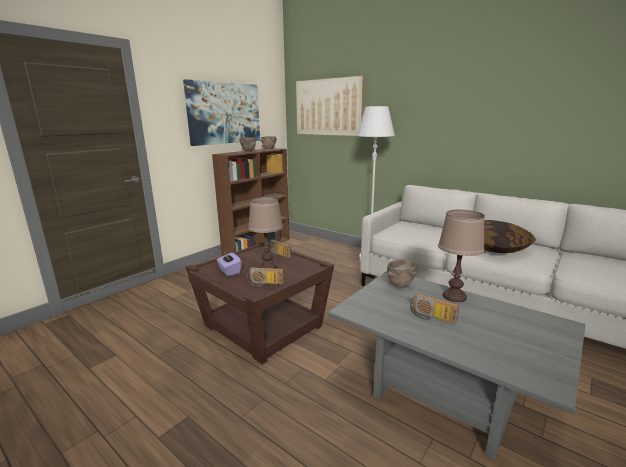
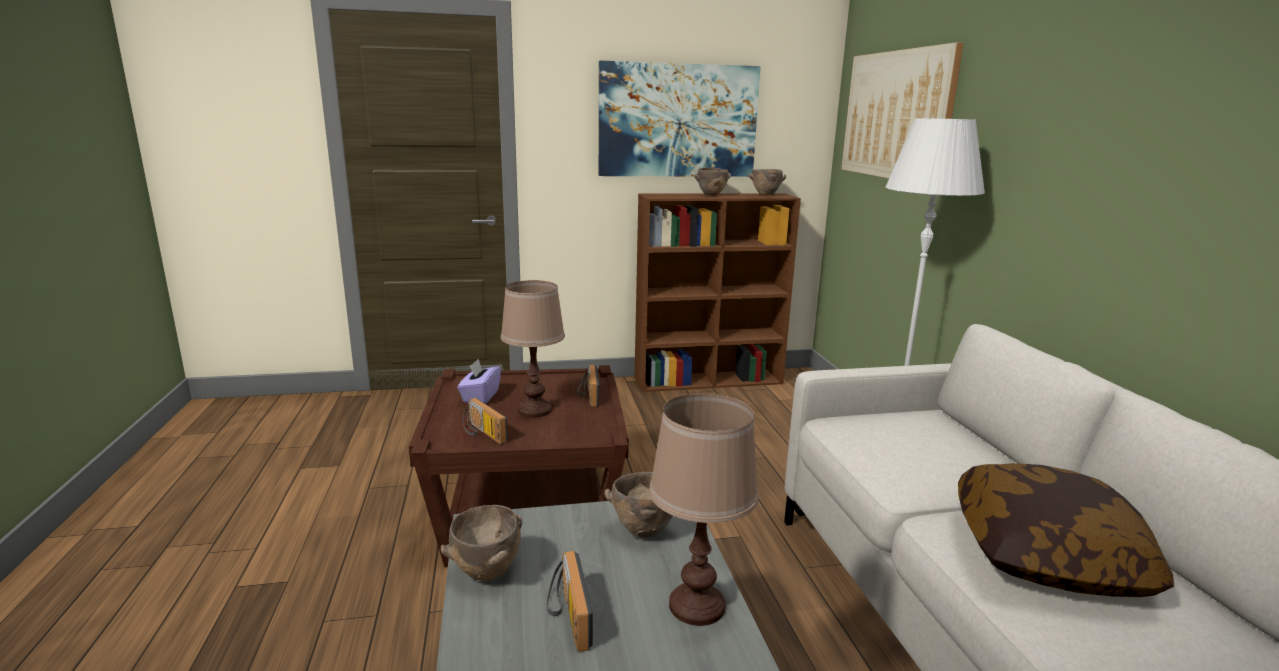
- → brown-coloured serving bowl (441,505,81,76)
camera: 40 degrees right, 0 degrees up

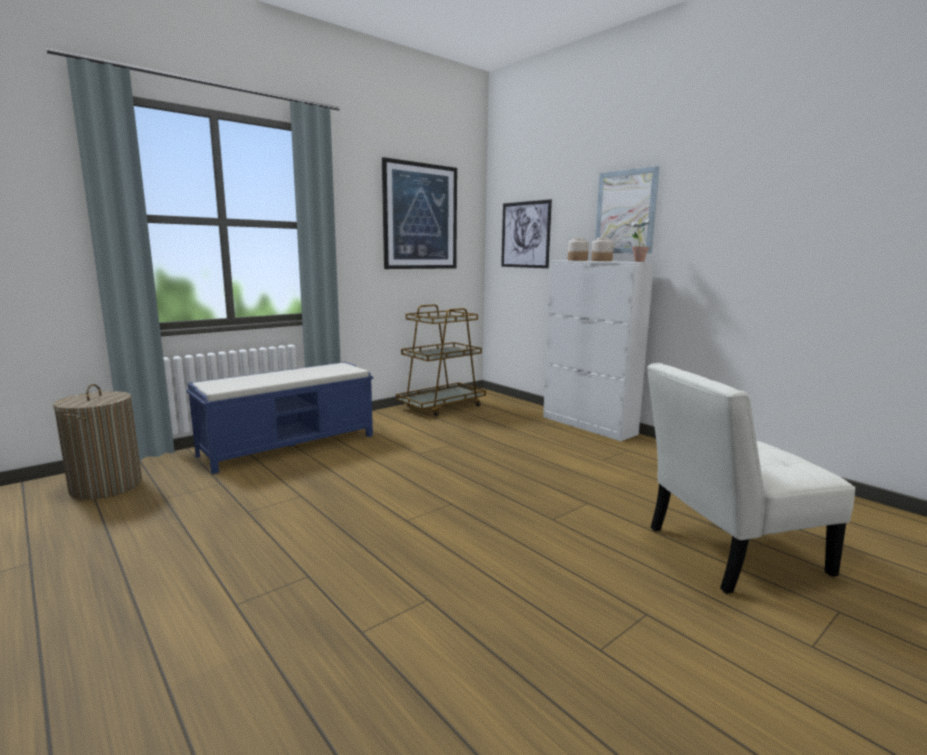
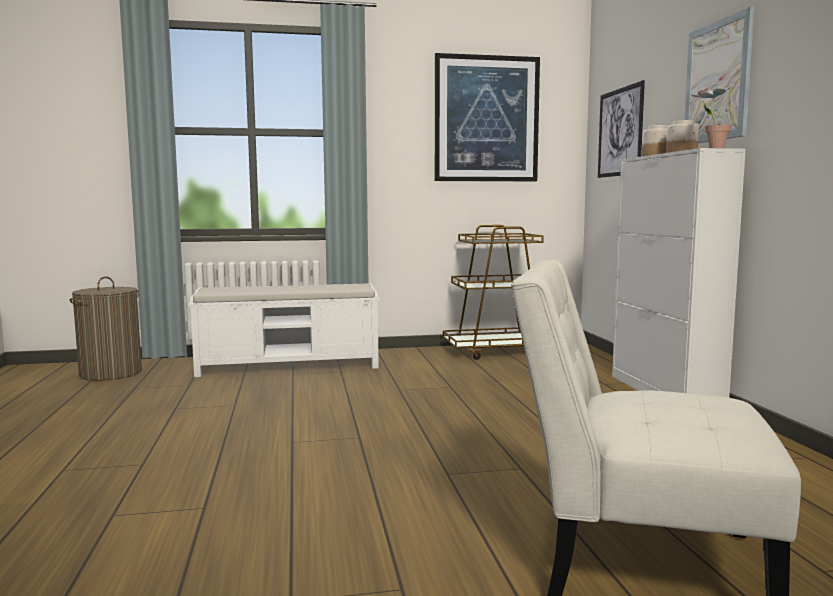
blue long seat (186,362,187,112) → white long seat (188,283,192,94)
camera: 30 degrees right, 5 degrees down

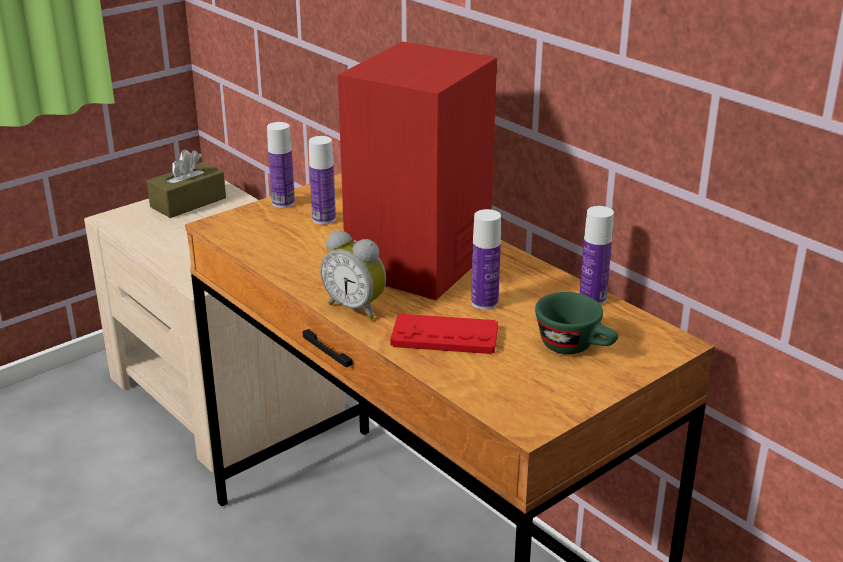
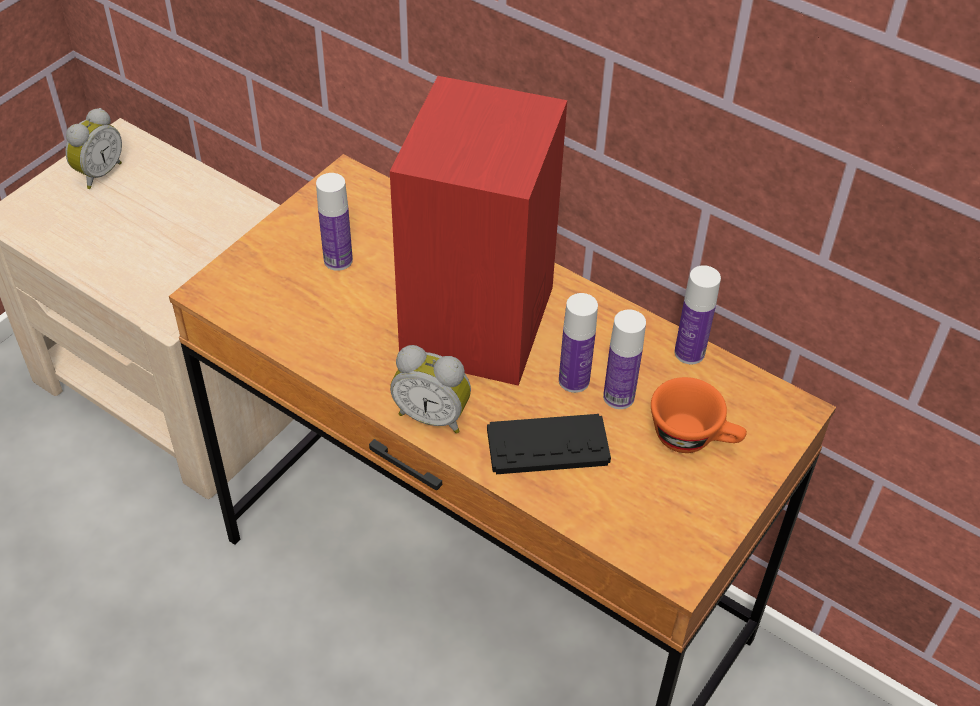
brown-coloured tissue holder (147,150,79,68) → bedside clock (65,108,57,81)
drink bottle (267,122,28,86) → drink bottle (603,309,43,100), relocated
red-coloured gamepad (390,314,108,40) → black gamepad (487,414,124,60)
greenish drinking cup (535,292,83,62) → orangey drinking cup (651,377,96,76)
camera: 15 degrees left, 20 degrees up

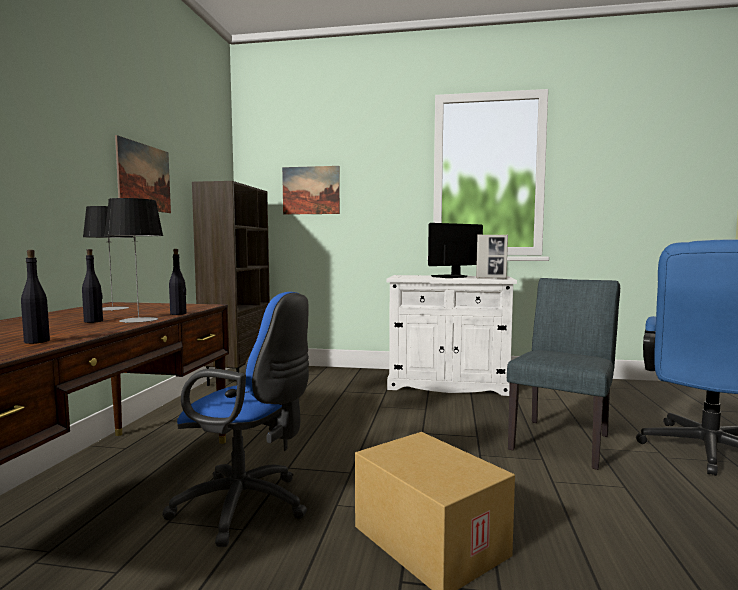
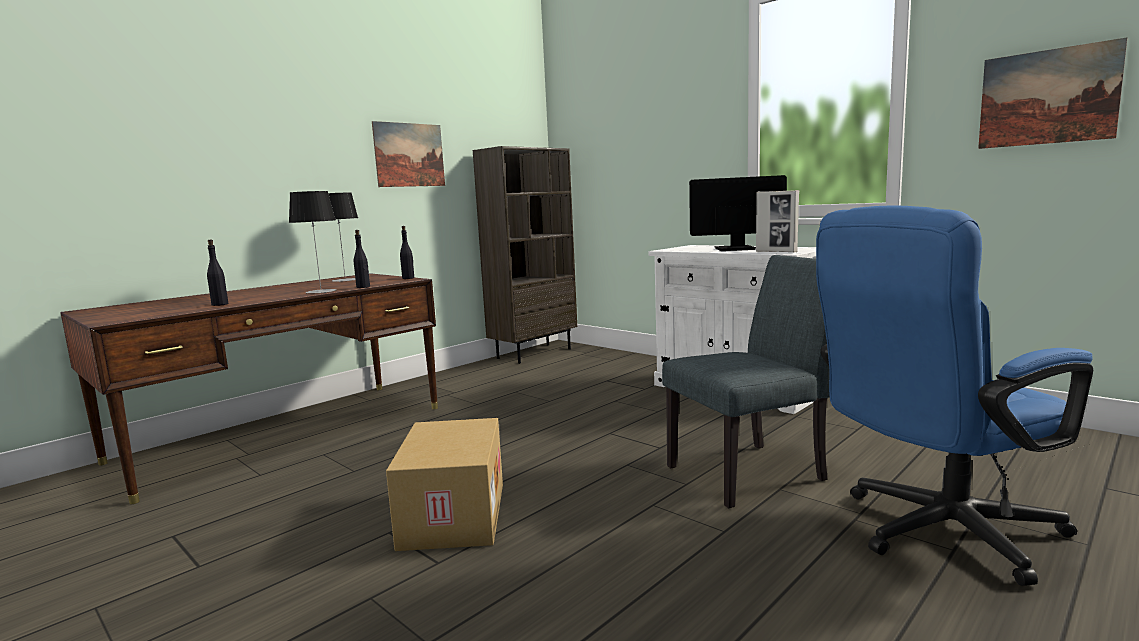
black drink bottle (82,249,21,74) → black drink bottle (400,226,14,53), relocated
blue office chair (162,292,147,255) → -
wall picture (282,166,58,49) → wall picture (978,37,149,112), relocated
camera: 35 degrees right, 5 degrees up

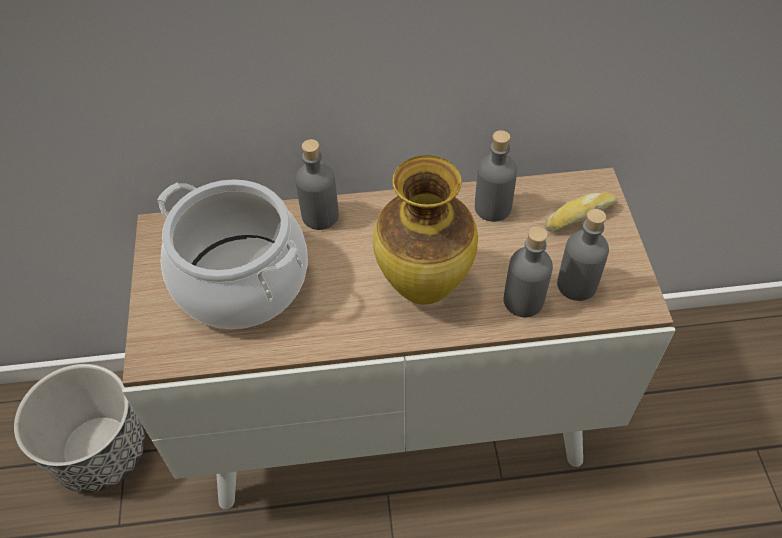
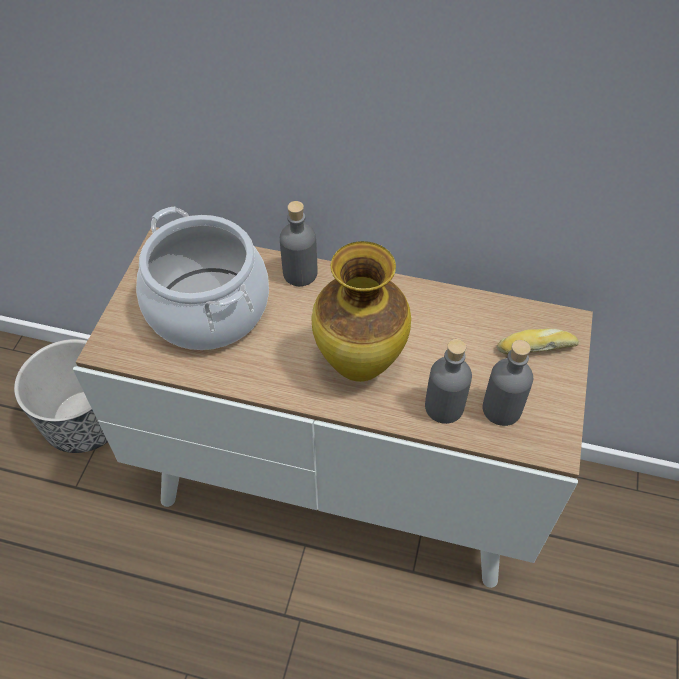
gray drink bottle (475,130,42,92) → -
camera: 20 degrees right, 0 degrees up

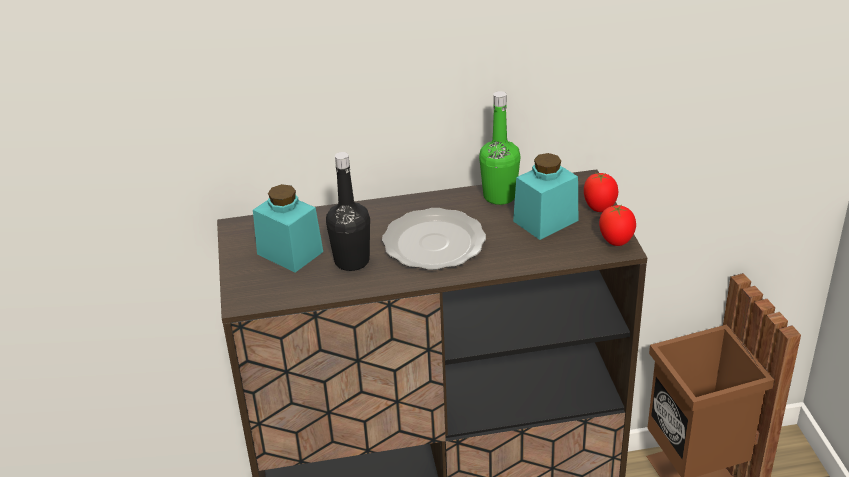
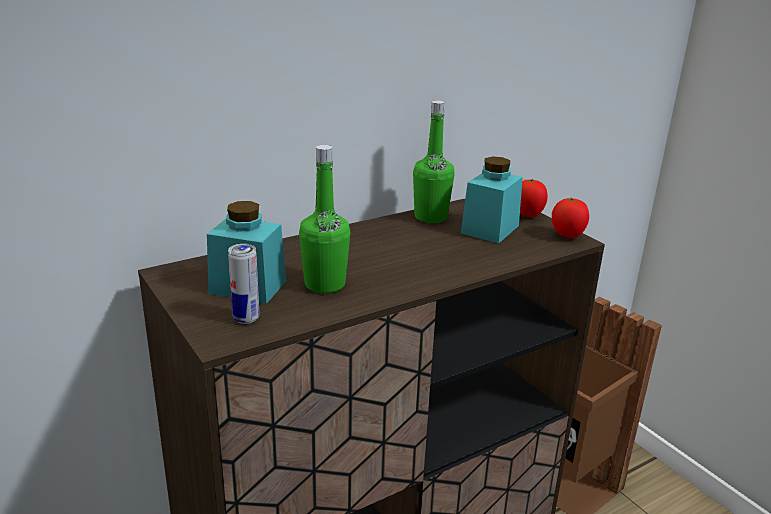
black drink bottle (326,152,44,119) → greenish drink bottle (299,145,51,148)
flat dish (382,208,104,62) → -
- → sealed can (228,244,31,80)
camera: 25 degrees left, 10 degrees down

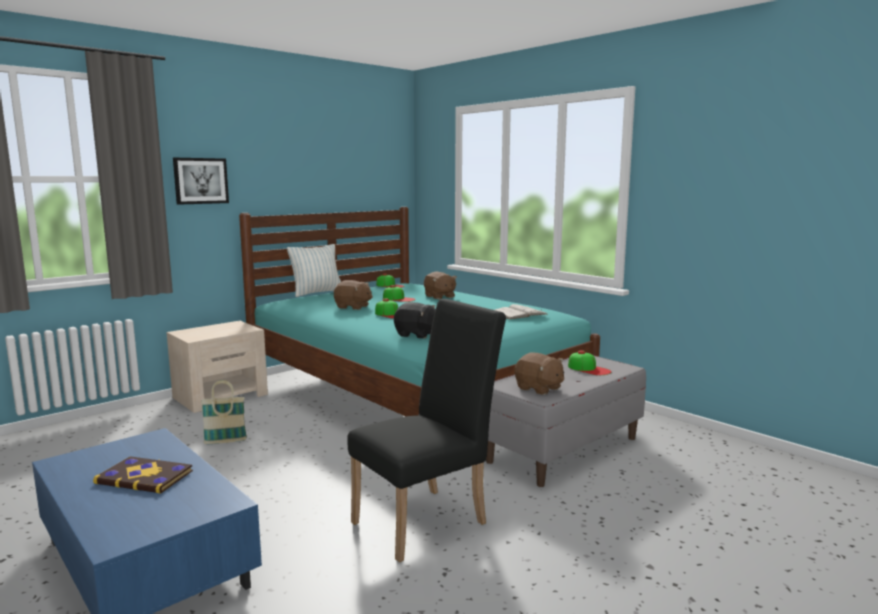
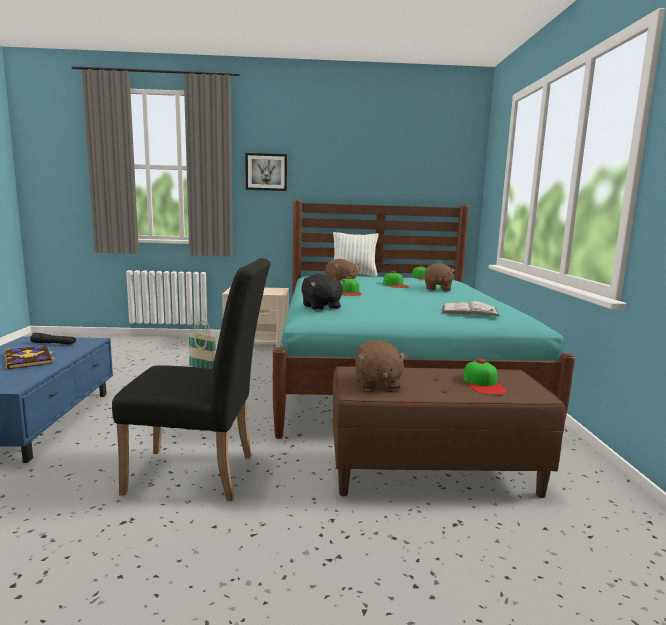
gray long seat (486,356,160,131) → brown-coloured long seat (333,366,233,132)
- → black flashlight (30,333,46,12)
camera: 40 degrees right, 0 degrees up

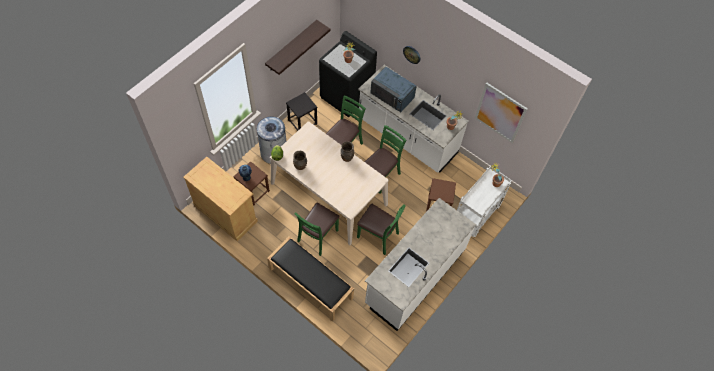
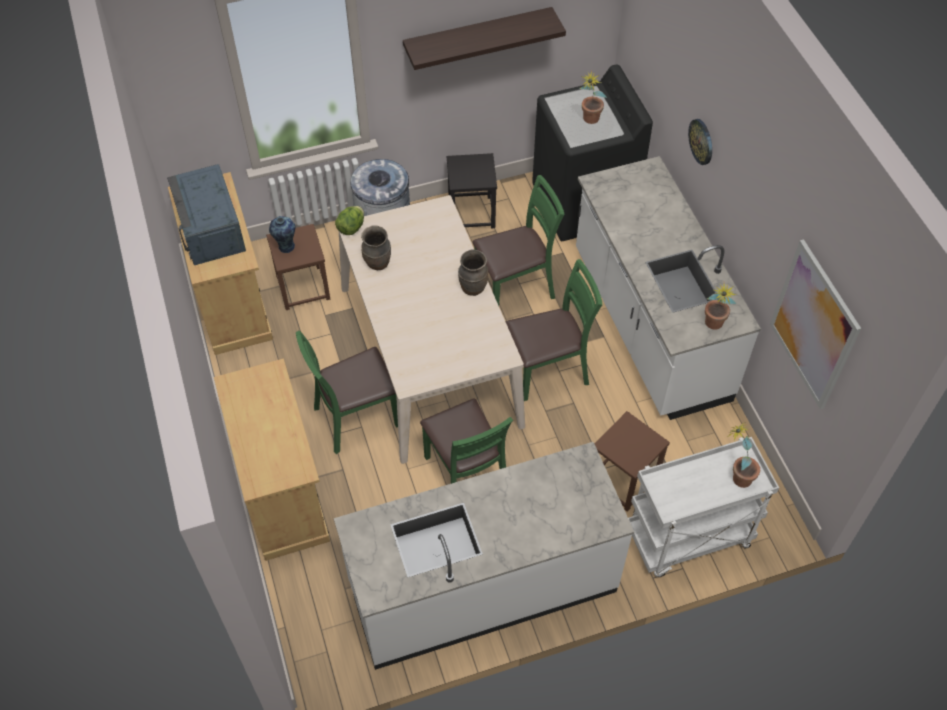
black long seat (267,236,87,86) → beige-coloured cabinet (214,358,116,203)
blue microwave (370,67,47,45) → blue microwave (167,164,79,101), relocated
camera: 35 degrees right, 5 degrees down

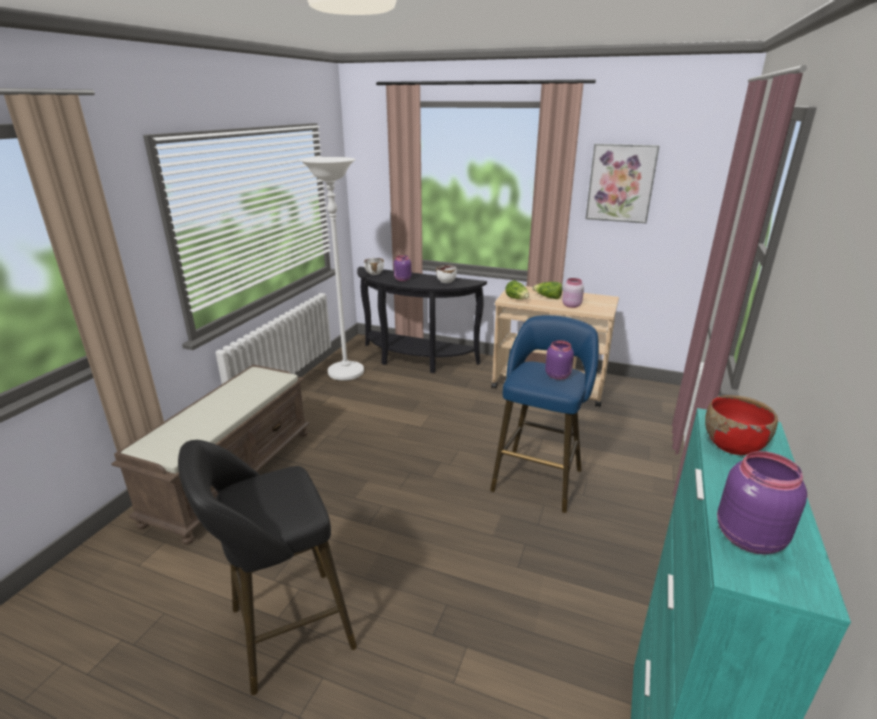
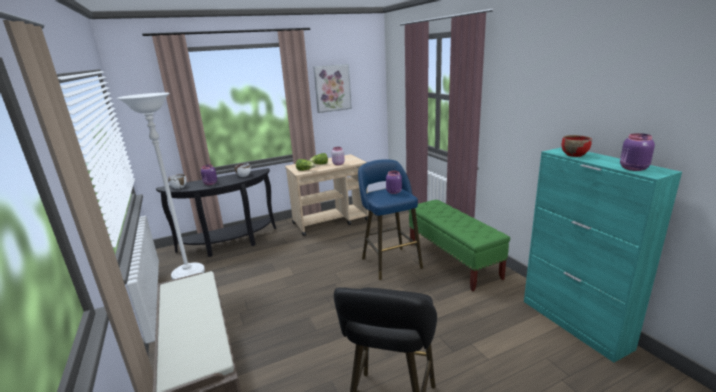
- → greenish long seat (409,200,101,91)
camera: 45 degrees left, 5 degrees down

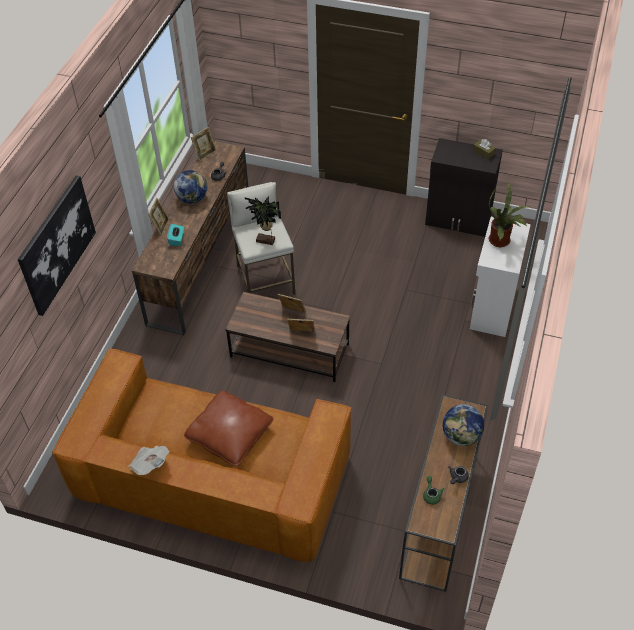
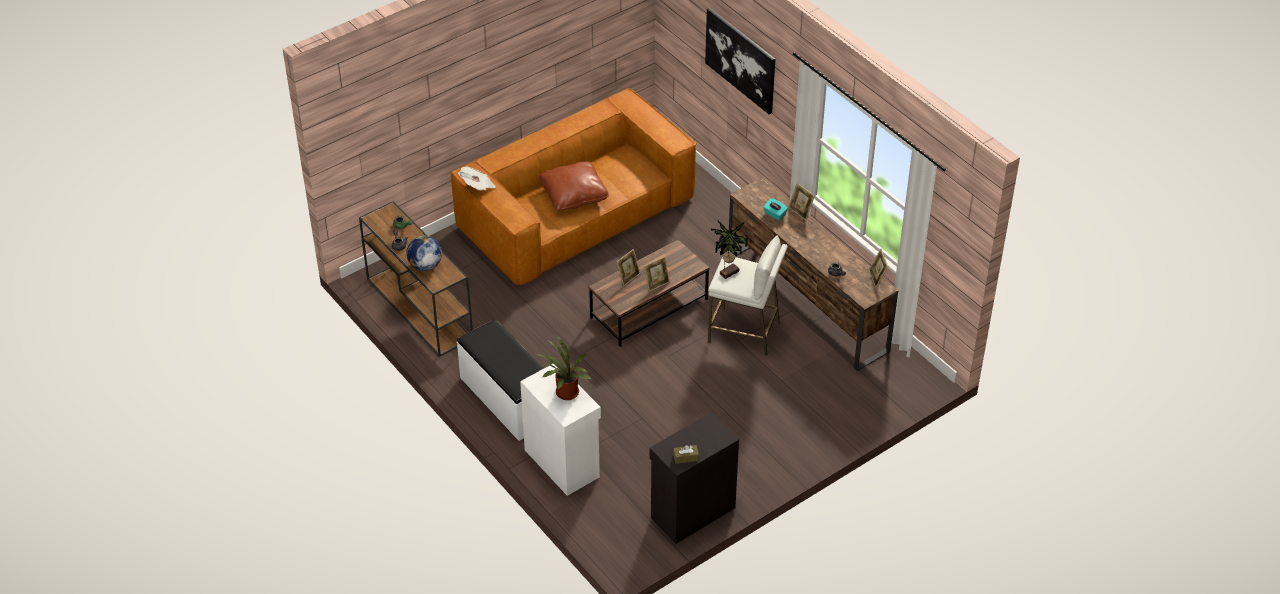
daily paper (129,446,40,29) → daily paper (458,166,38,24), relocated
globe (174,170,34,33) → -
- → white long seat (457,319,87,122)
camera: 125 degrees right, 5 degrees down

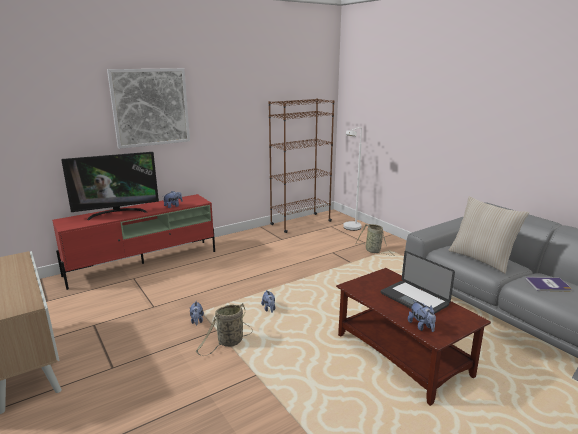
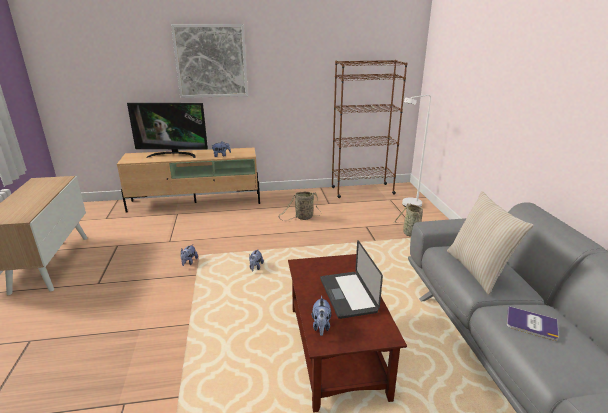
red-coloured tv unit (52,194,163,96) → beige-coloured tv unit (117,148,143,65)
storage basket (196,303,57,53) → storage basket (278,192,44,29), relocated
camera: 25 degrees right, 5 degrees up

